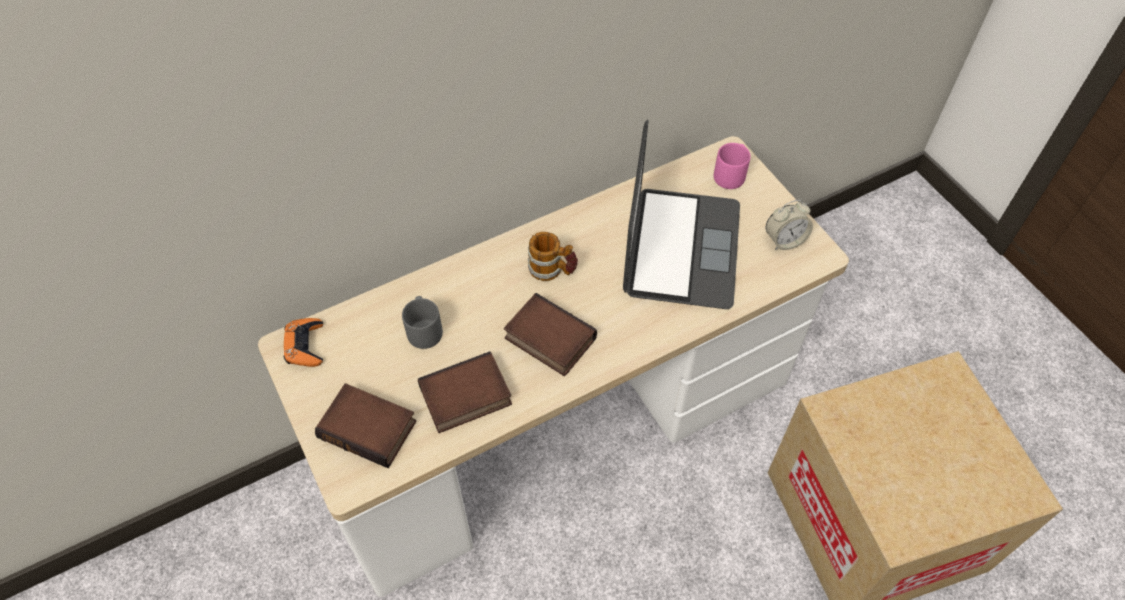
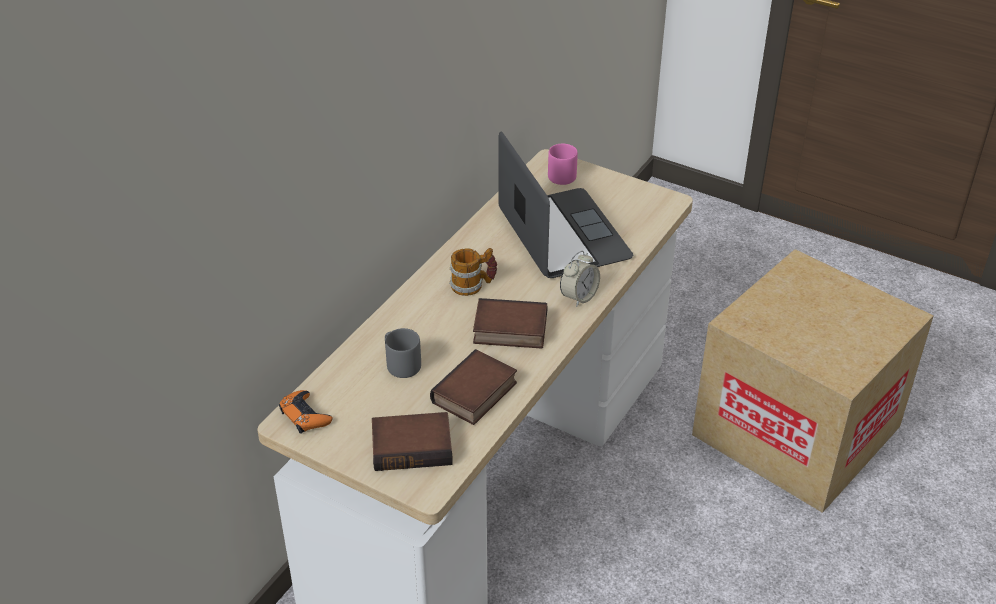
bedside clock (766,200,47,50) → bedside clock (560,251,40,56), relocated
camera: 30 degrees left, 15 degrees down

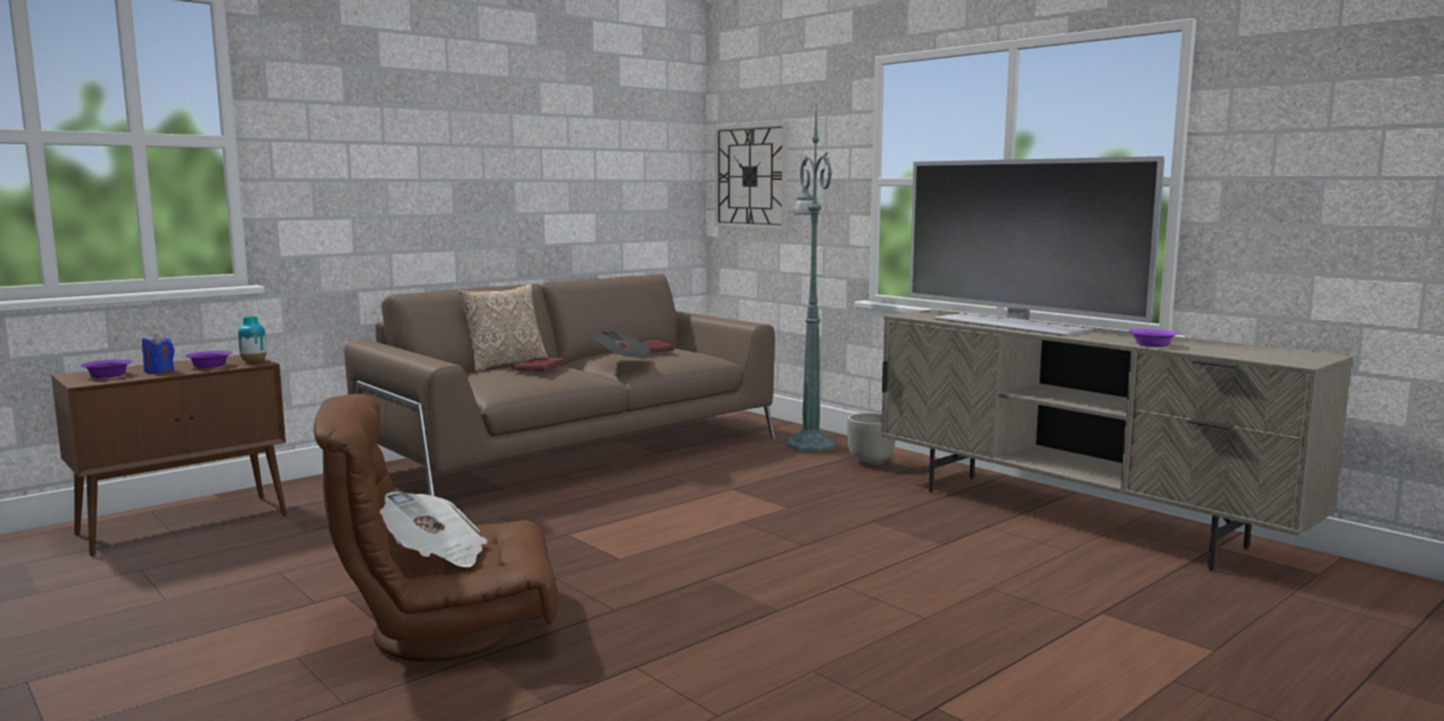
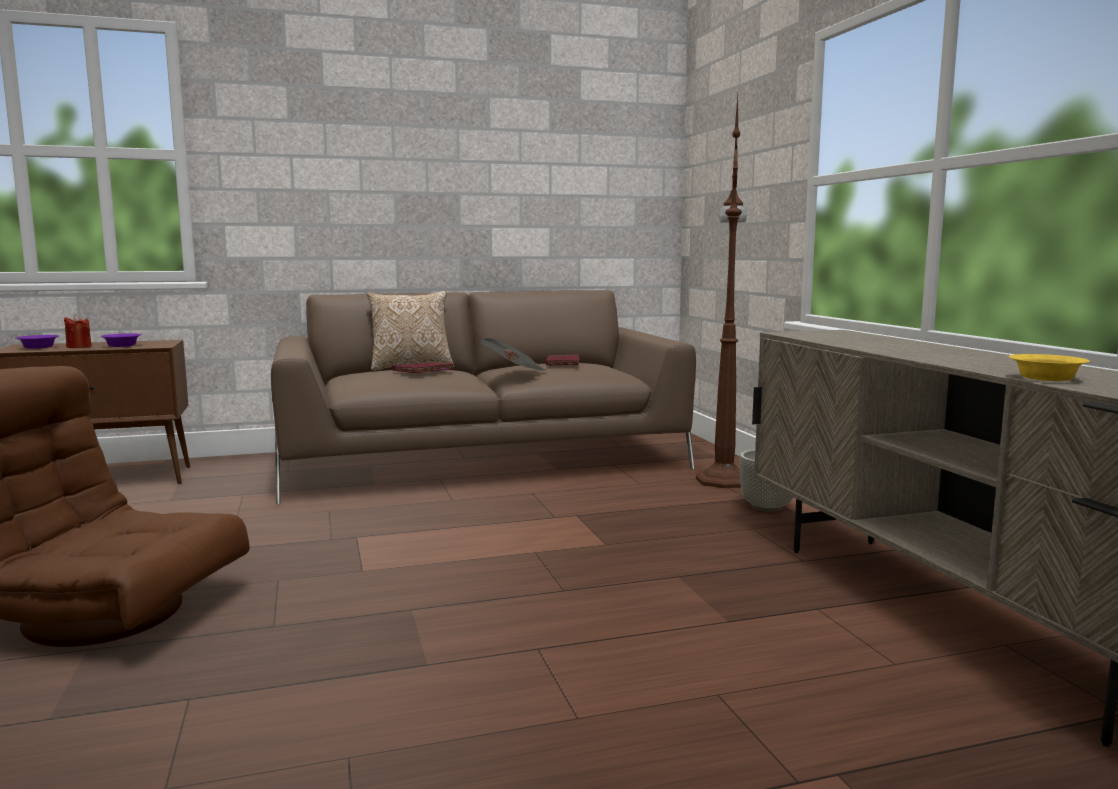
blue wax candle (142,334,32,39) → red-coloured wax candle (64,315,27,33)
vase (238,316,29,46) → -
daily paper (380,491,107,76) → -
clock on the wall (715,122,73,107) → -
greenish standard lamp (787,109,48,343) → brown-coloured standard lamp (696,95,51,393)
television (909,156,256,180) → -
purple serving bowl (1129,329,49,18) → yellowish serving bowl (1009,354,81,27)
camera: 25 degrees right, 0 degrees up

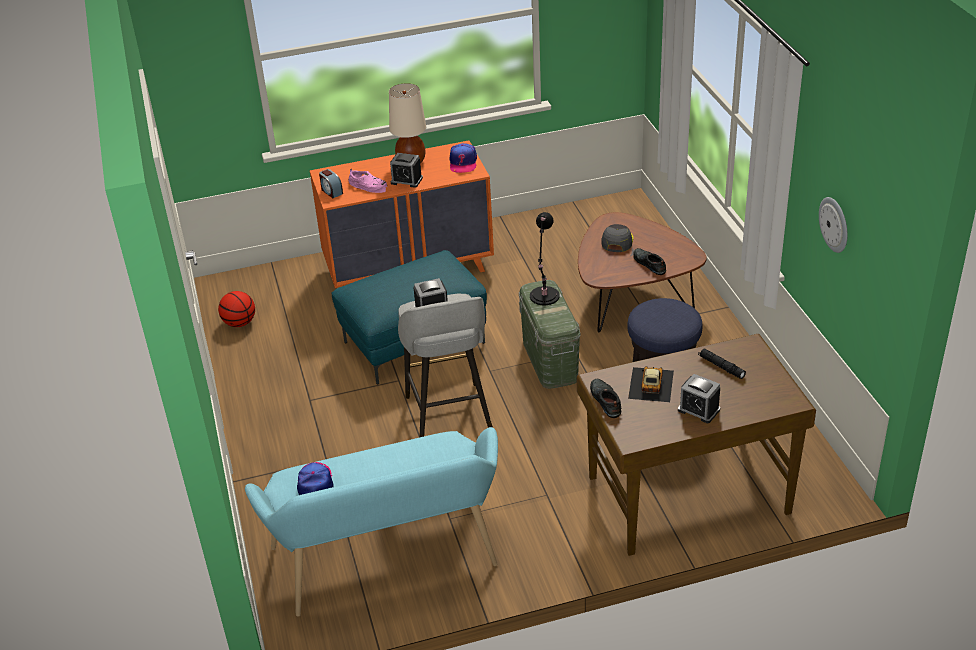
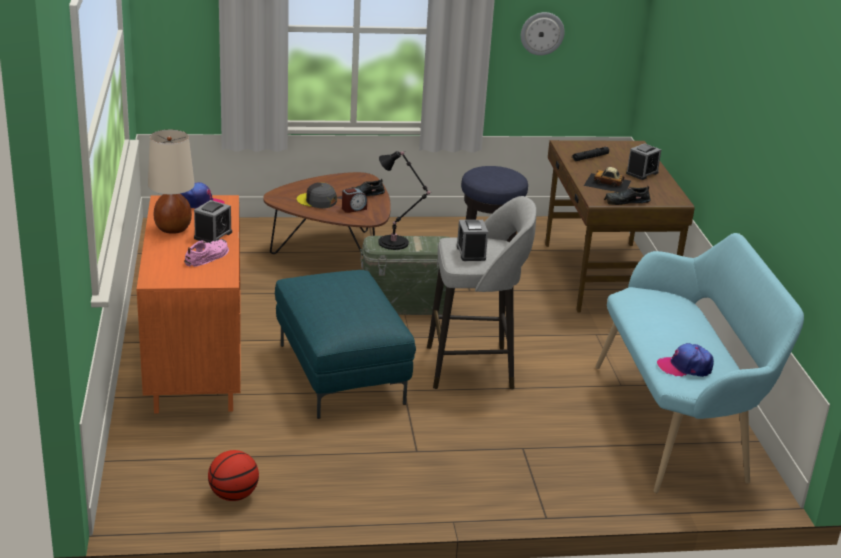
bedside clock (319,169,24,29) → bedside clock (342,188,25,25), relocated
camera: 85 degrees left, 10 degrees down

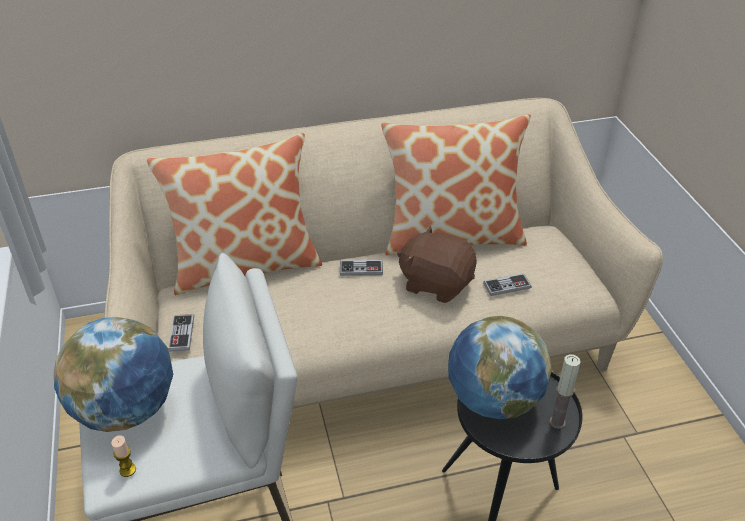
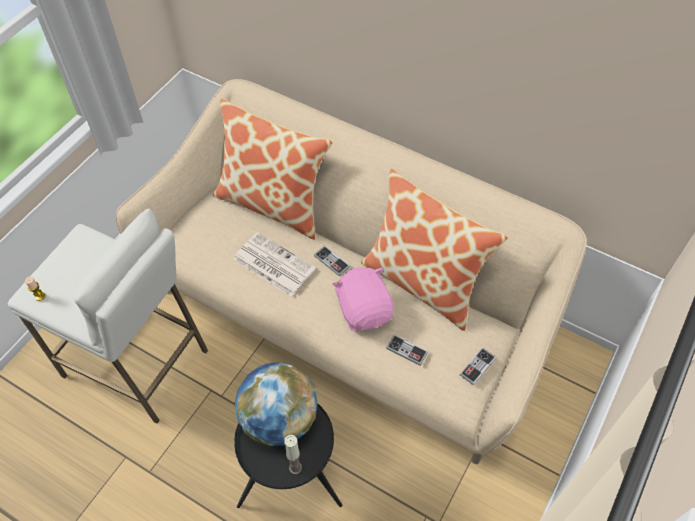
globe (54,317,119,115) → -
gamepad (168,314,26,37) → gamepad (460,347,36,39), relocated
brown-coloured plush toy (397,226,80,77) → pink plush toy (332,267,62,64)
- → daily paper (233,232,83,65)
camera: 45 degrees right, 15 degrees up

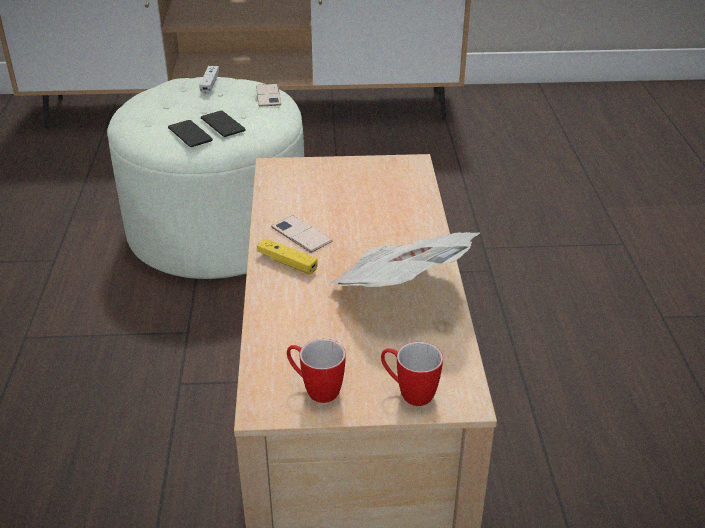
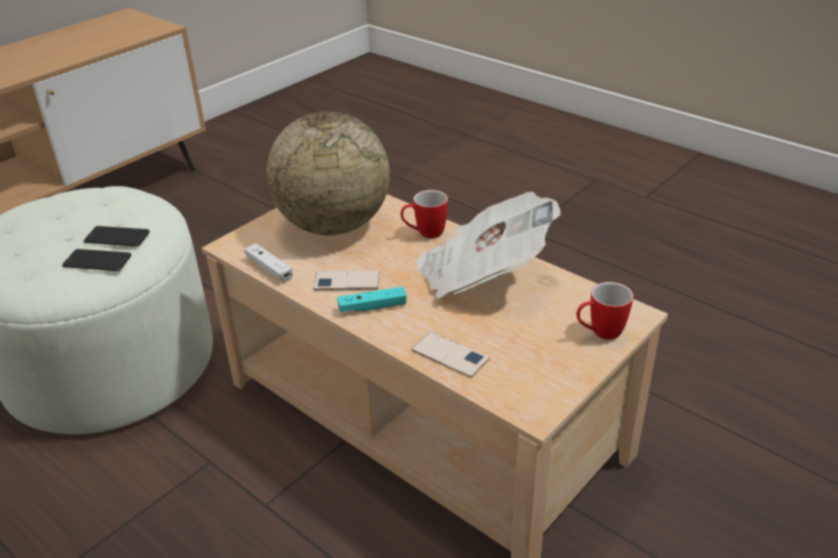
white gamepad (199,66,20,28) → white gamepad (244,243,49,39), relocated
phone (256,84,25,23) → phone (411,332,78,46), relocated
yellowish gamepad (257,238,61,36) → blue-green gamepad (337,287,70,25)
coffee mug (287,339,59,64) → coffee mug (401,190,47,48), relocated
- → globe (266,111,124,124)
camera: 45 degrees left, 0 degrees up

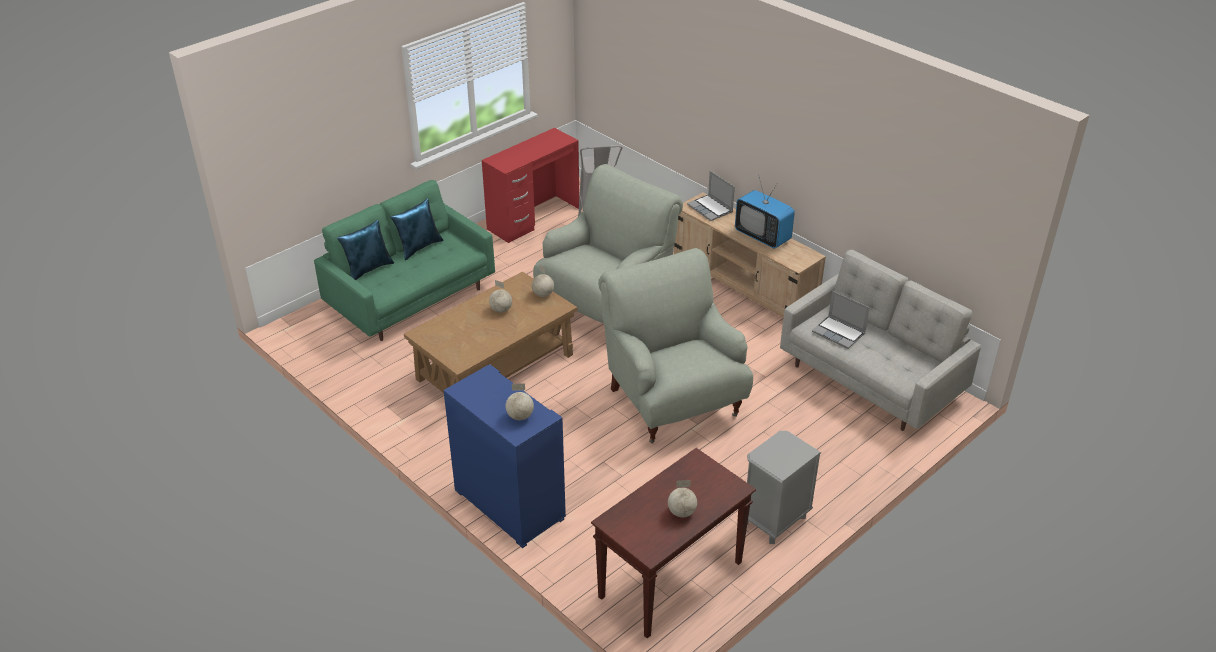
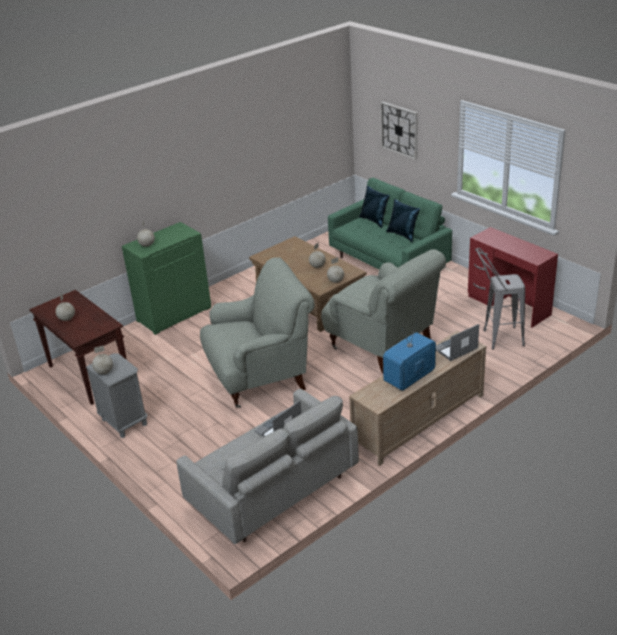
blue cabinet (443,364,123,184) → greenish cabinet (122,222,89,113)
- → globe (92,346,21,28)
- → clock on the wall (380,102,38,58)
camera: 95 degrees right, 5 degrees down

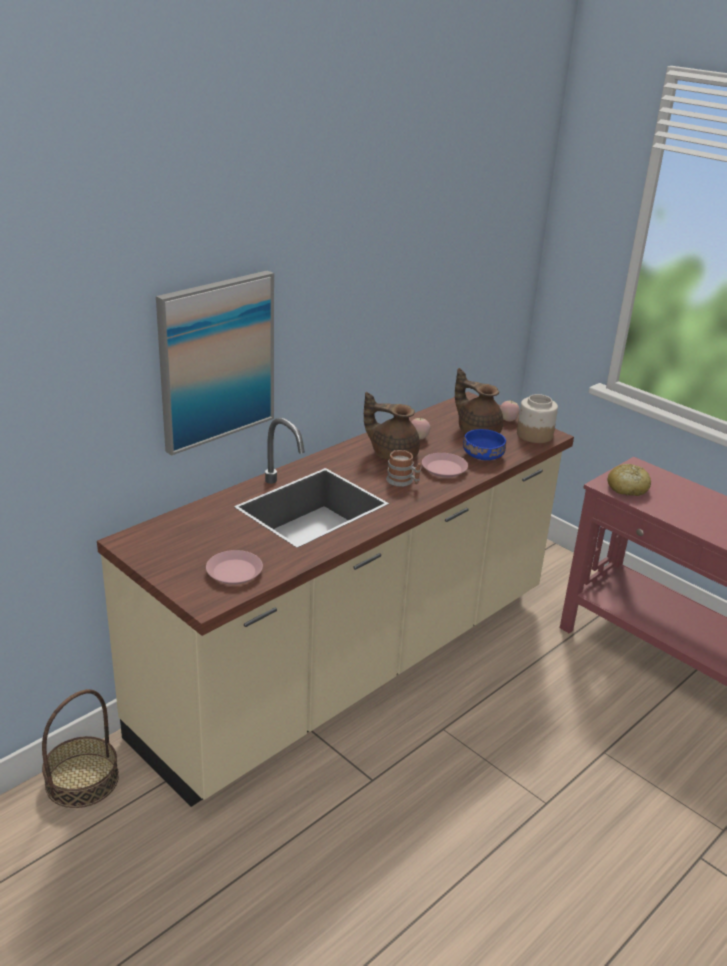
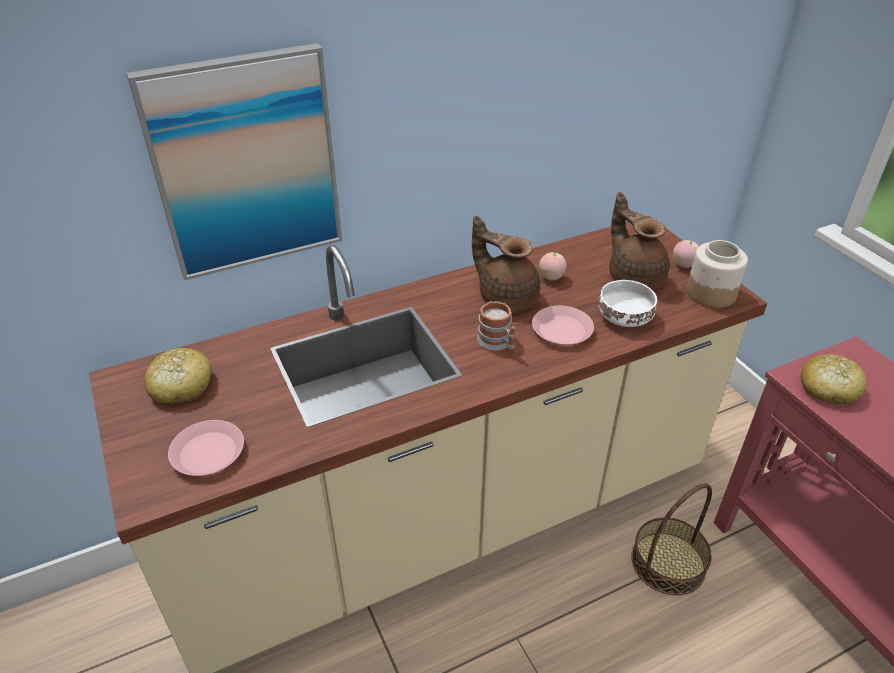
storage basket (42,689,77,119) → storage basket (631,483,81,112), relocated
blue serving bowl (463,429,43,31) → white serving bowl (598,280,59,47)
- → baked bread (144,348,68,56)
camera: 20 degrees right, 10 degrees up

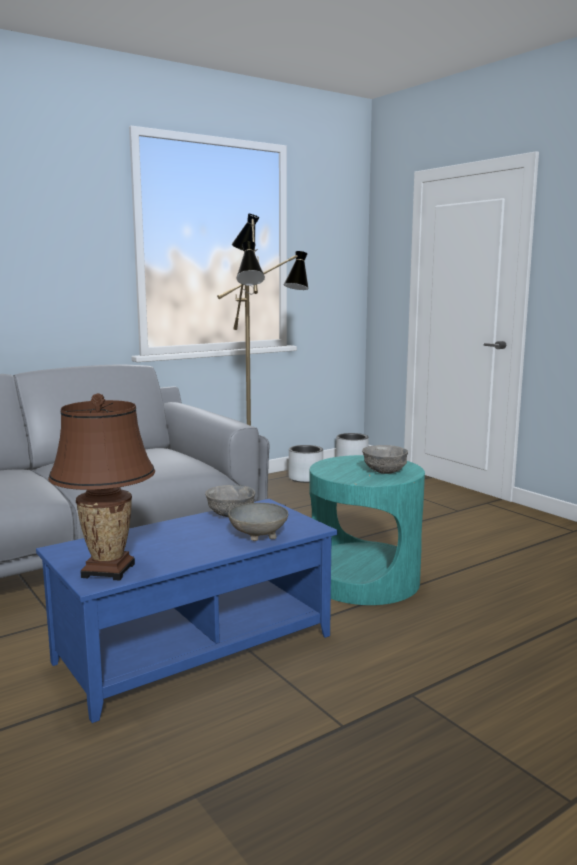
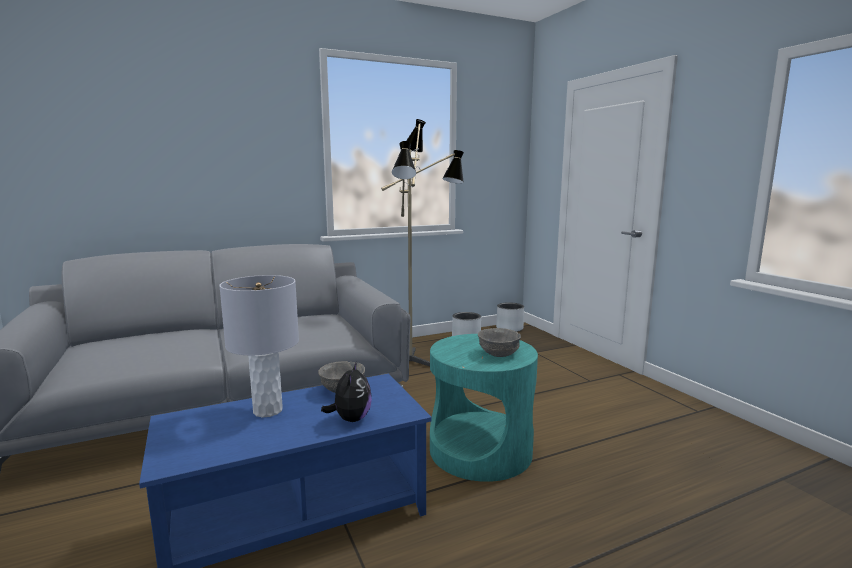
brown-coloured lamp for a table (48,393,107,188) → -
gray serving bowl (228,503,60,38) → plush toy (321,361,51,61)
- → gray lamp for a table (219,275,80,142)
camera: 10 degrees right, 0 degrees up

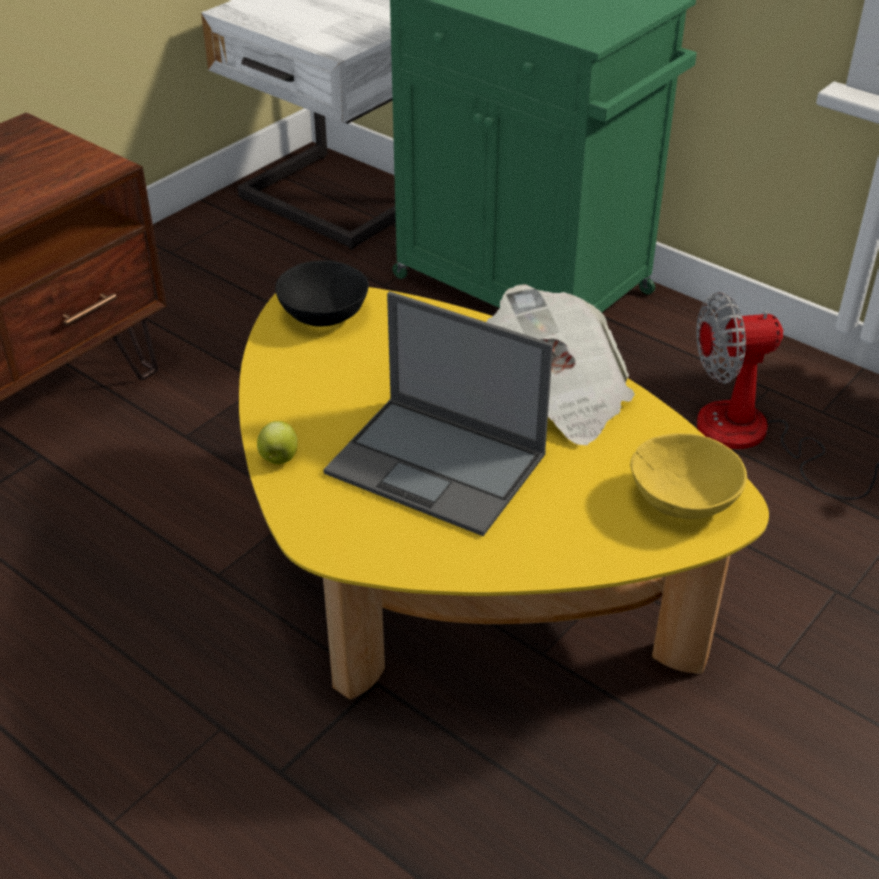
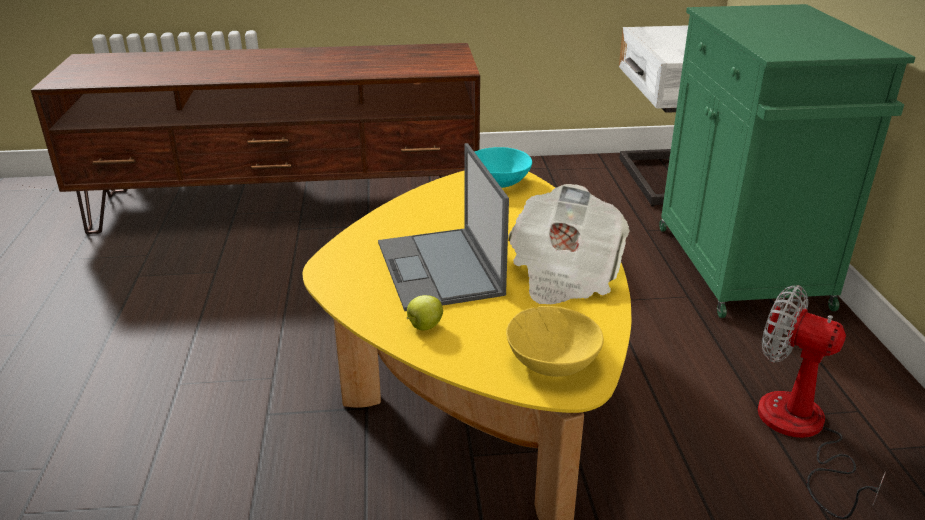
apple (257,421,41,43) → apple (407,295,36,35), relocated
black serving bowl (275,260,94,66) → blue-green serving bowl (475,147,57,41)
camera: 45 degrees right, 10 degrees down

